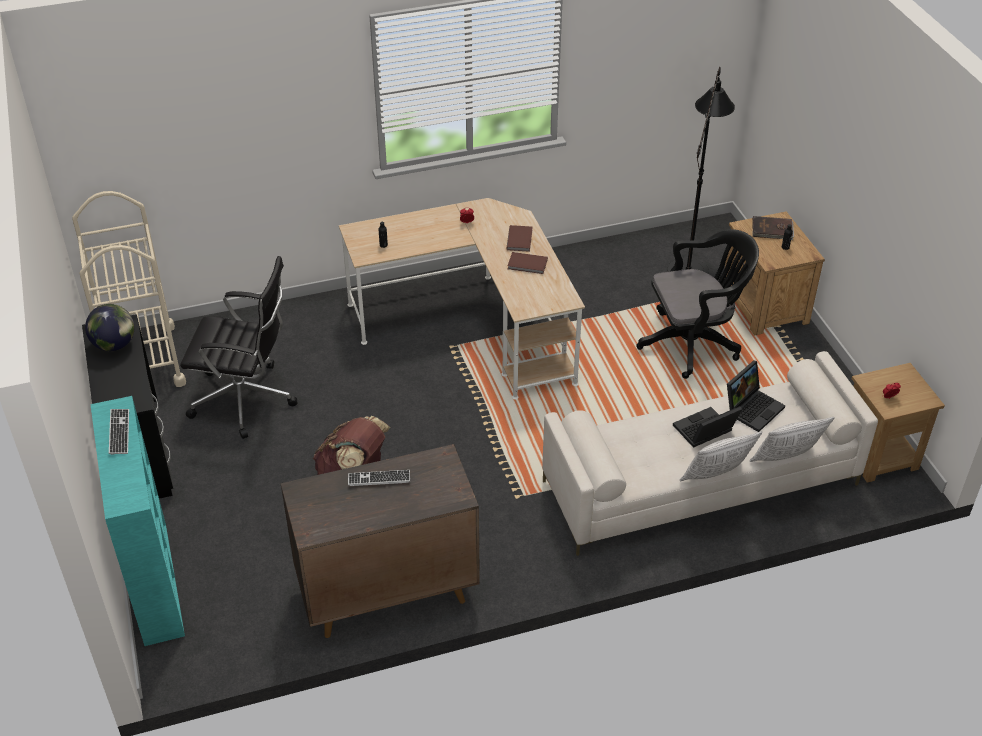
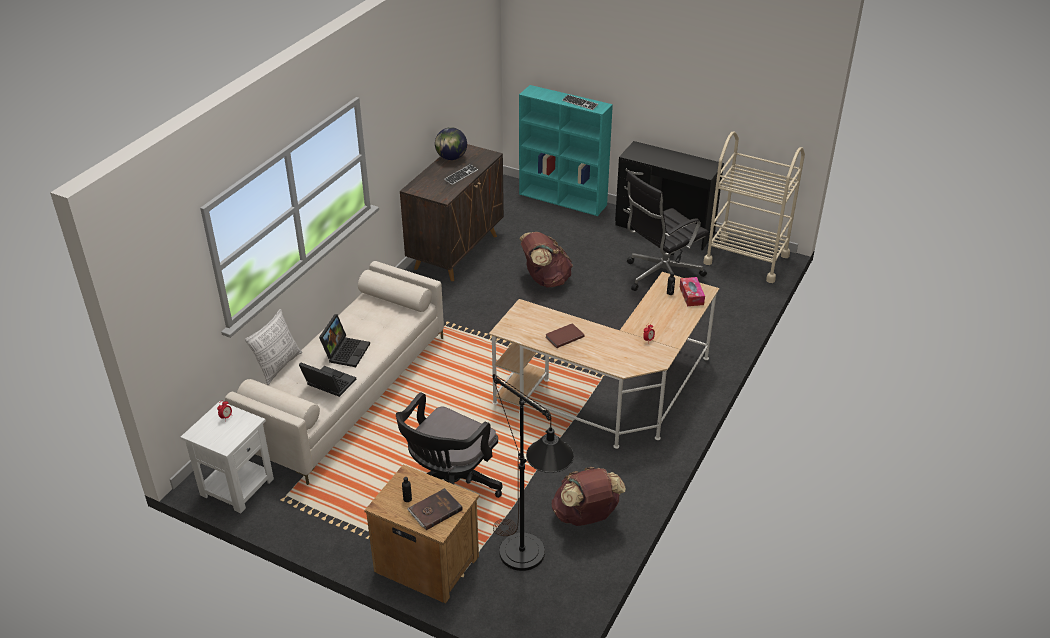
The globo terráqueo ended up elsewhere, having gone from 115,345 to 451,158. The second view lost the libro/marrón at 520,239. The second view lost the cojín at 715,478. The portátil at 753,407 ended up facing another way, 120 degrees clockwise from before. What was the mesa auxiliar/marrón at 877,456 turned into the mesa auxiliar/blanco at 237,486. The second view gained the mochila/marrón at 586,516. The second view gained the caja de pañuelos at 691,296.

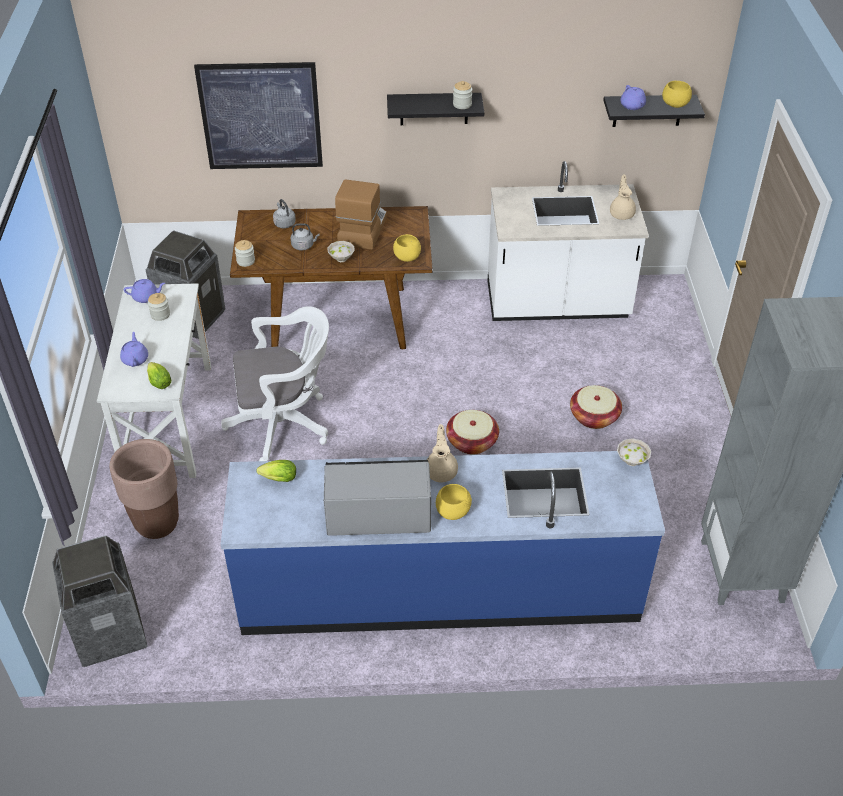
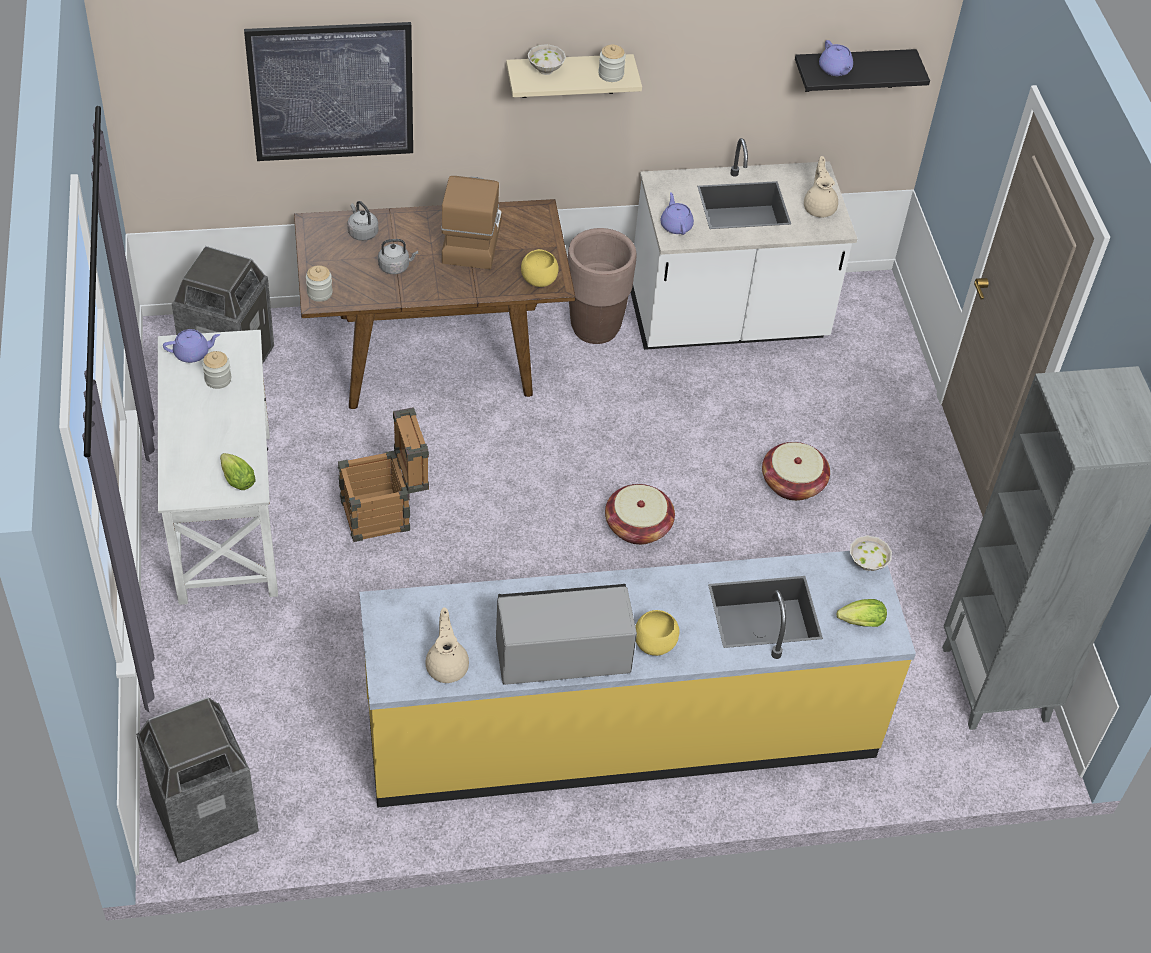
The maceta/marrón ended up elsewhere, having gone from 156,523 to 595,328. The tetera/morado ended up elsewhere, having gone from 135,359 to 676,225. Where the silla de oficina/blanco stood at 285,424, the caja de embalaje came to stand at 385,513. What was the mueble bajo de cocina/azul at 439,589 turned into the mueble bajo de cocina/amarillo at 621,730. The lechuga ended up elsewhere, having gone from 277,479 to 858,622. The cuenco/blanco ended up elsewhere, having gone from 342,259 to 546,70. What was the estante/negro at 434,108 turned into the estante/beis at 568,75. The tetera/beis ended up elsewhere, having gone from 441,471 to 447,665. The second view lost the cuenco/amarillo at 675,105.

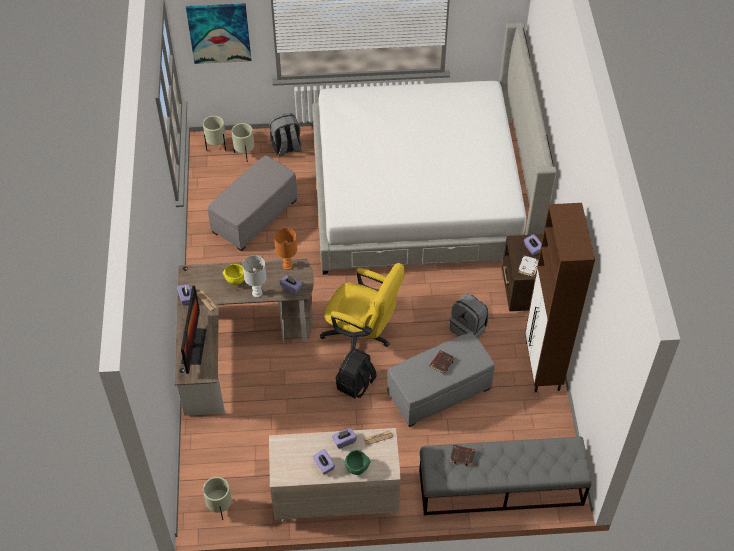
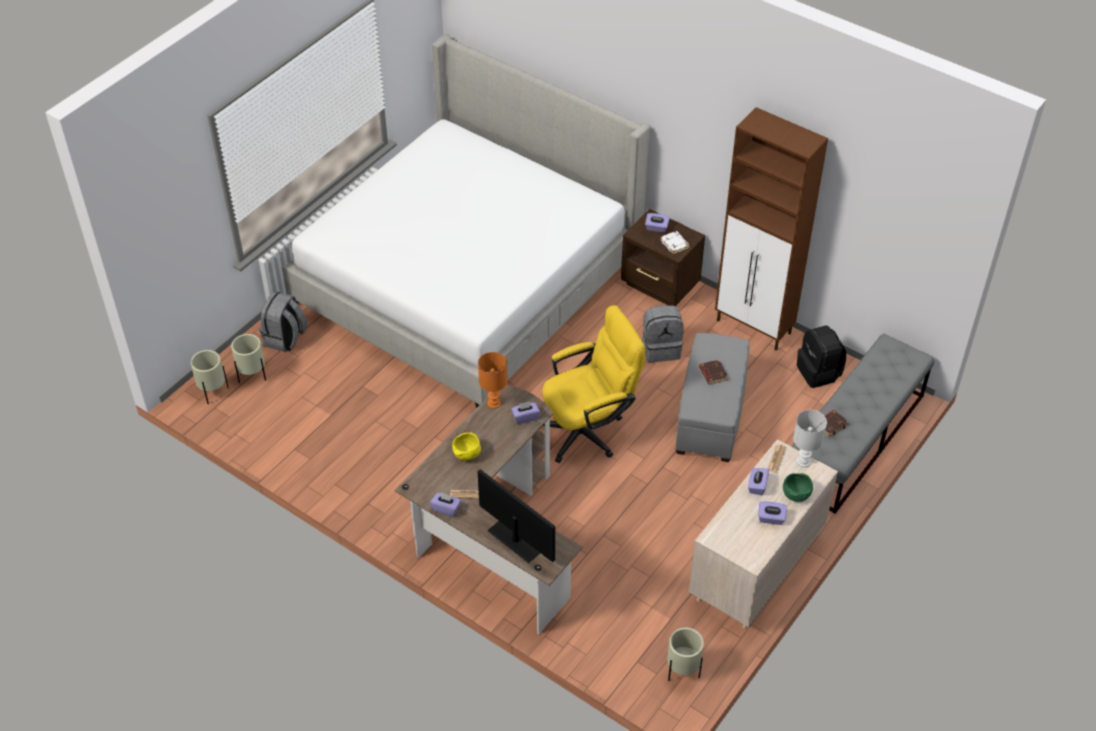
The second view lost the cuadro at 219,33. The second view lost the puf/gris at 254,216. The lámpara de mesa/blanco ended up elsewhere, having gone from 256,293 to 803,462. The mochila/negro ended up elsewhere, having gone from 356,385 to 819,372.

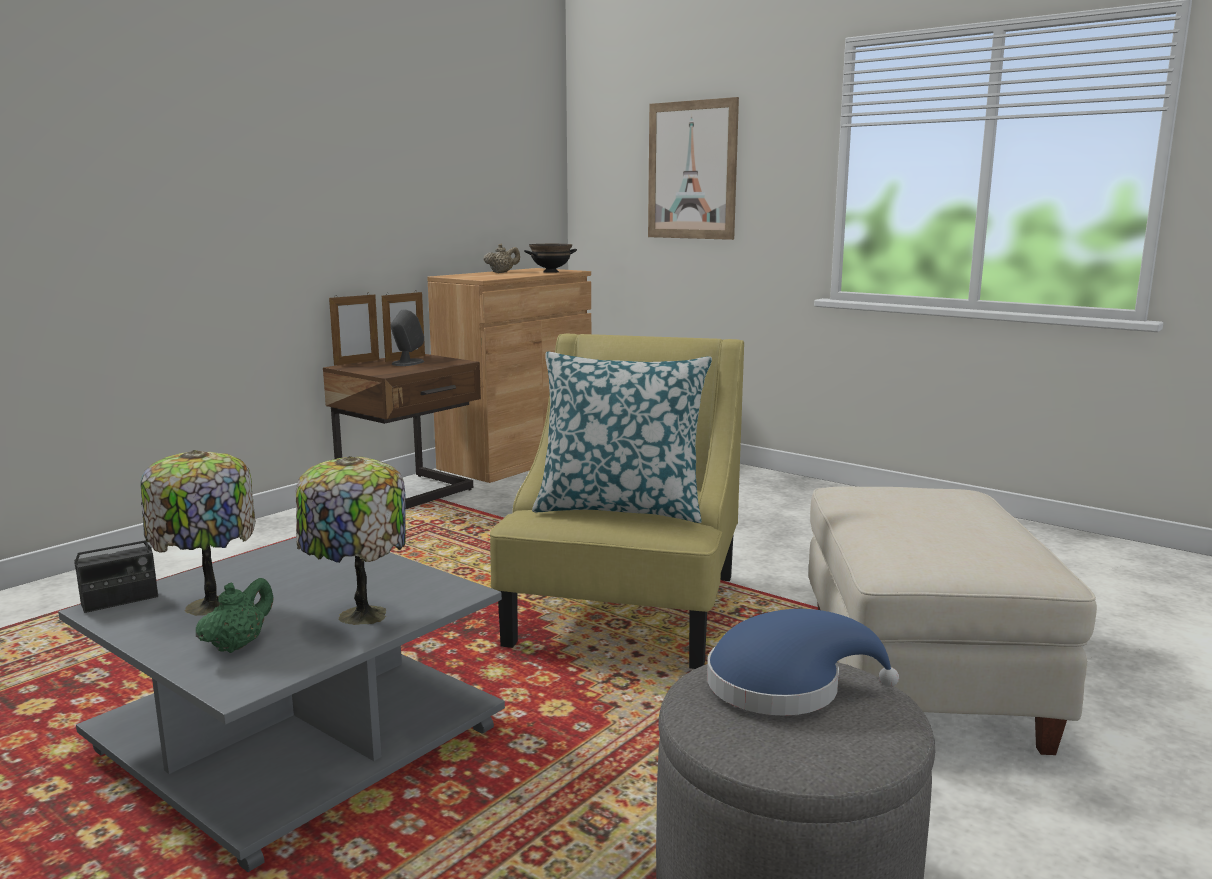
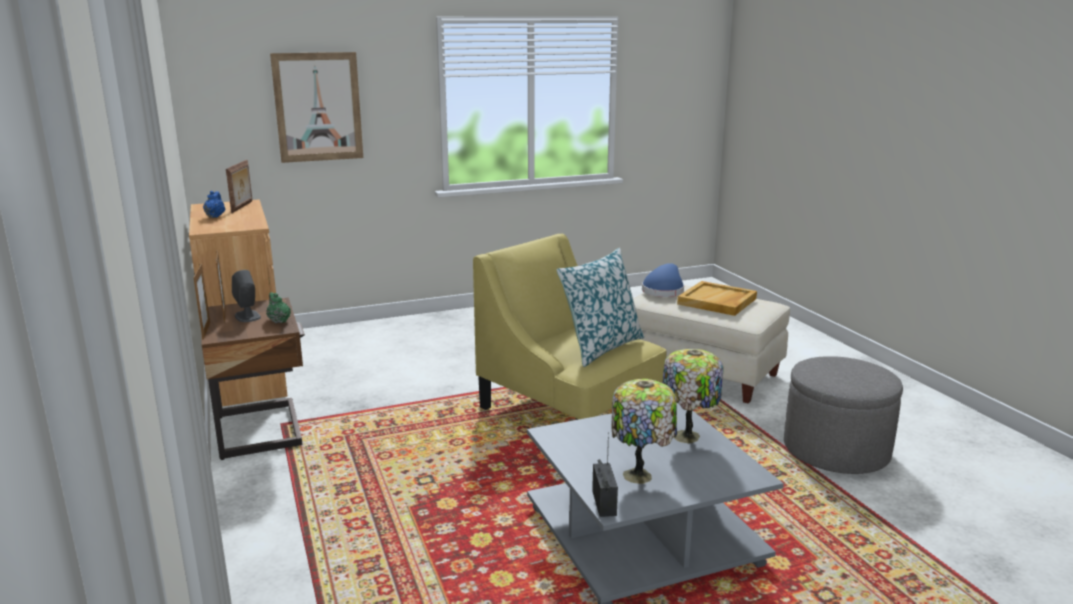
The tetera/verde ended up elsewhere, having gone from 238,645 to 279,321. What was the tetera/beis at 502,272 turned into the tetera/azul at 215,216. Where the cuenco/negro stood at 551,272, the portarretratos came to stand at 243,207. The sombrero/azul ended up elsewhere, having gone from 784,686 to 663,290. The second view gained the bandeja/beis at 717,301.

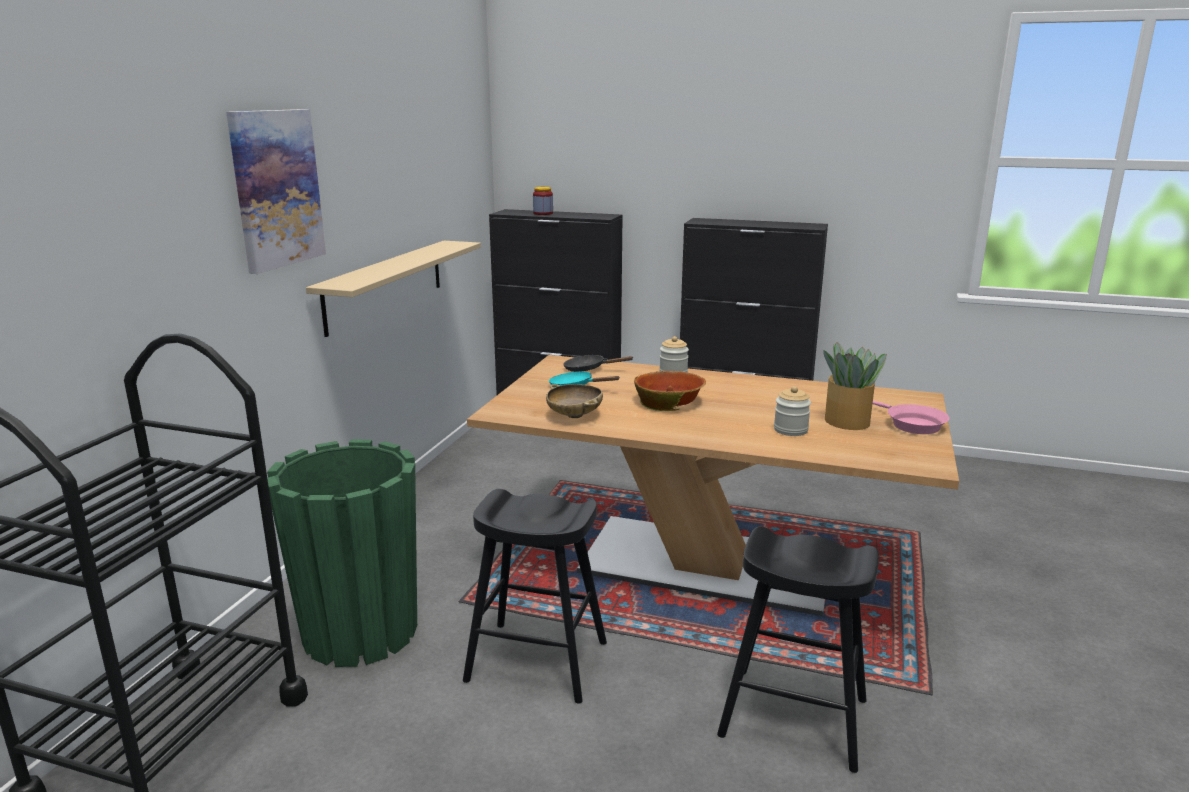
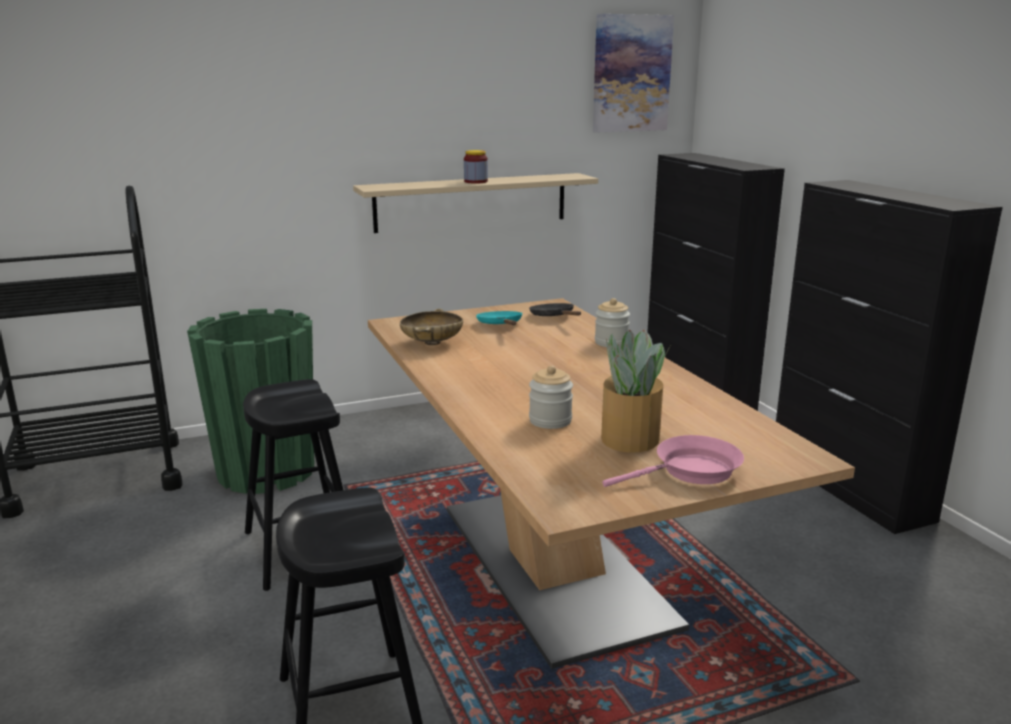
The cuadro ended up elsewhere, having gone from 276,189 to 631,74. The tarro ended up elsewhere, having gone from 543,213 to 475,181. The second view lost the cuenco at 669,401. The sartén/rosa at 911,424 ended up facing another way, 135 degrees counterclockwise from before.

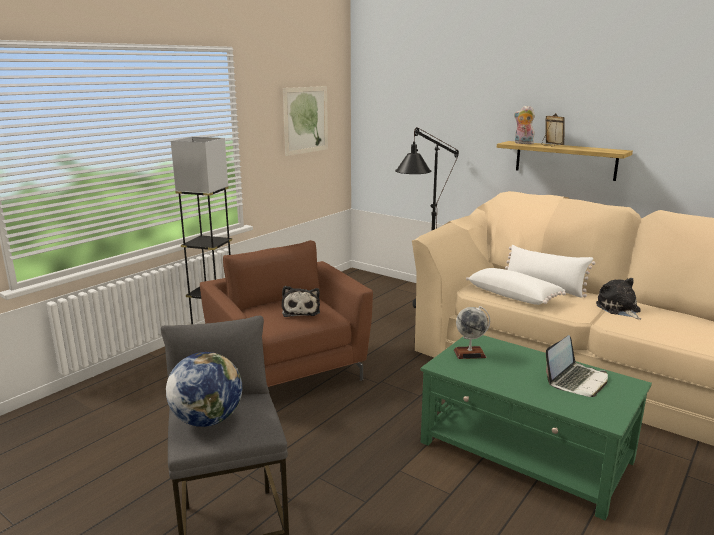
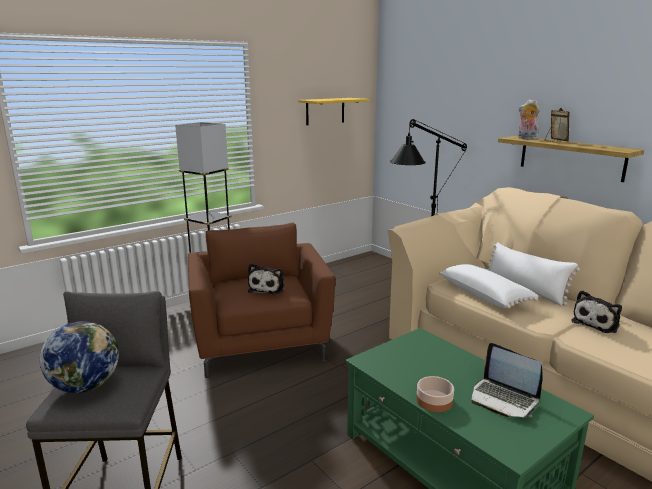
Where the cuadro hung at 306,120, the estante/amarillo came to hang at 325,111. The second view lost the globo terráqueo at 469,353. The portátil at 576,381 ended up facing another way, 75 degrees clockwise from before. The peluche at 619,309 ended up facing another way, 135 degrees counterclockwise from before. The second view gained the cuenco at 434,401.

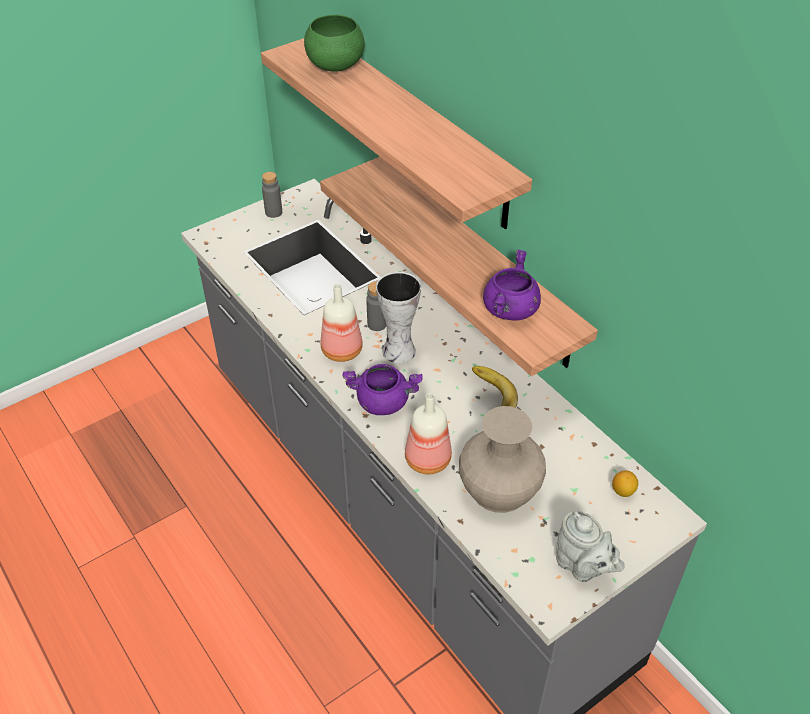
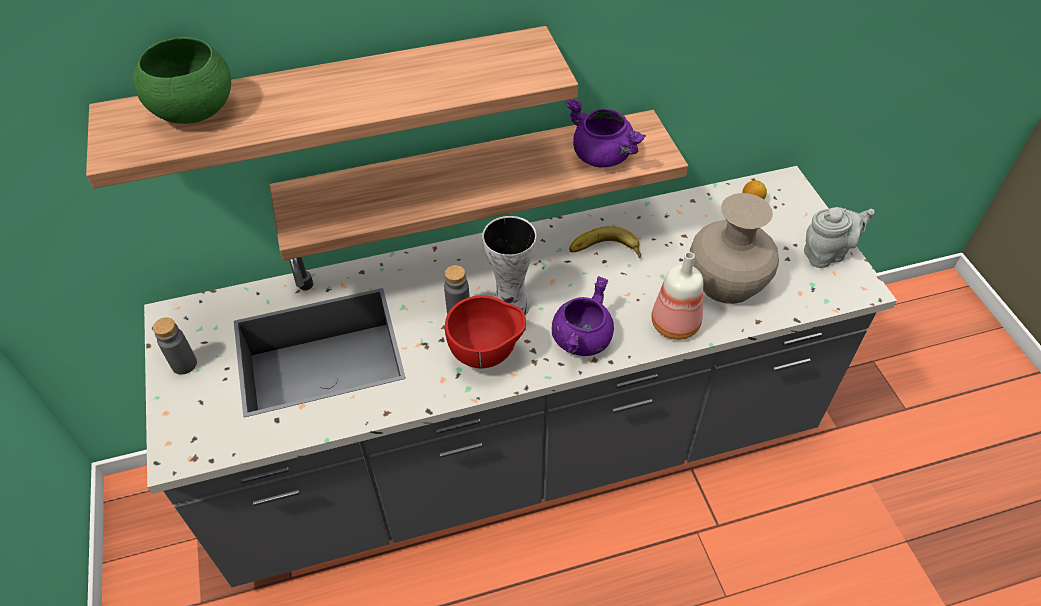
Where the botella stood at 343,351, the cuenco/rojo came to stand at 487,354.

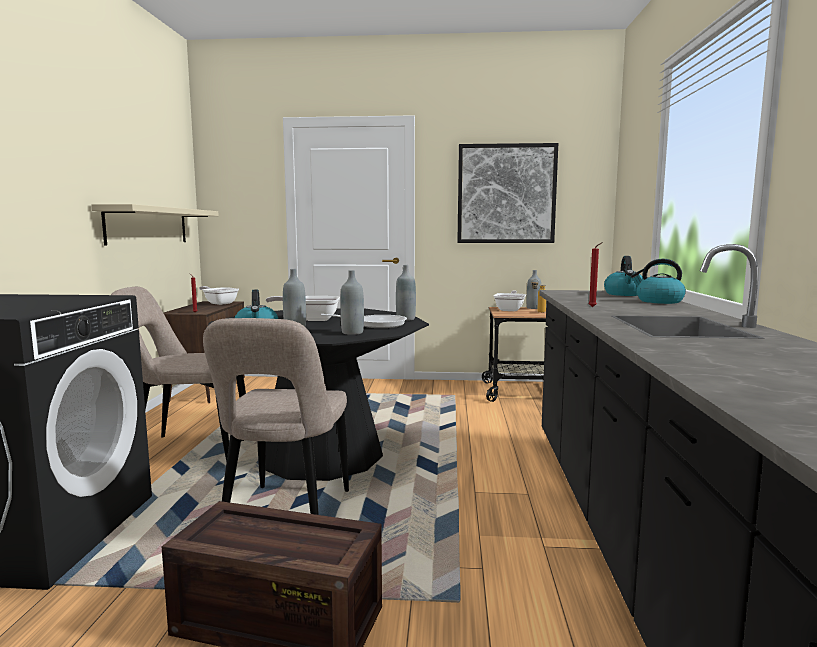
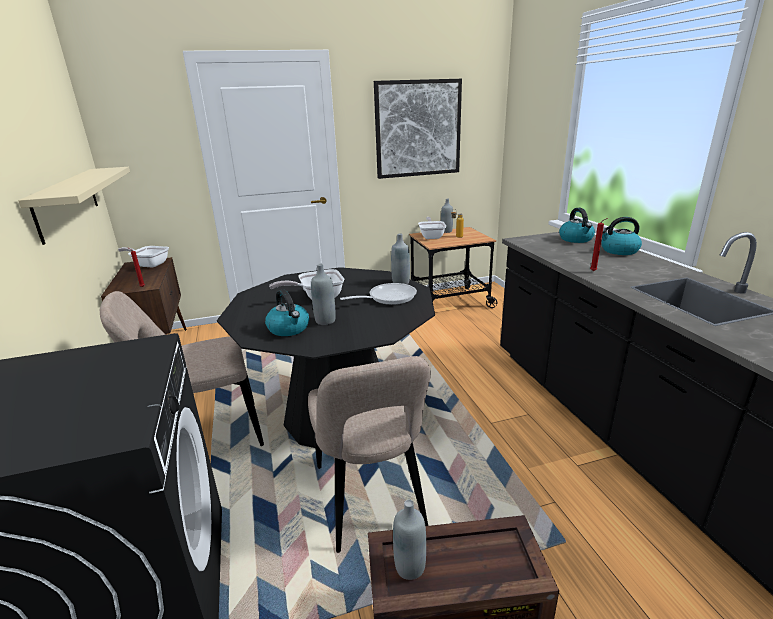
The botella/gris ended up elsewhere, having gone from 352,332 to 410,567.

